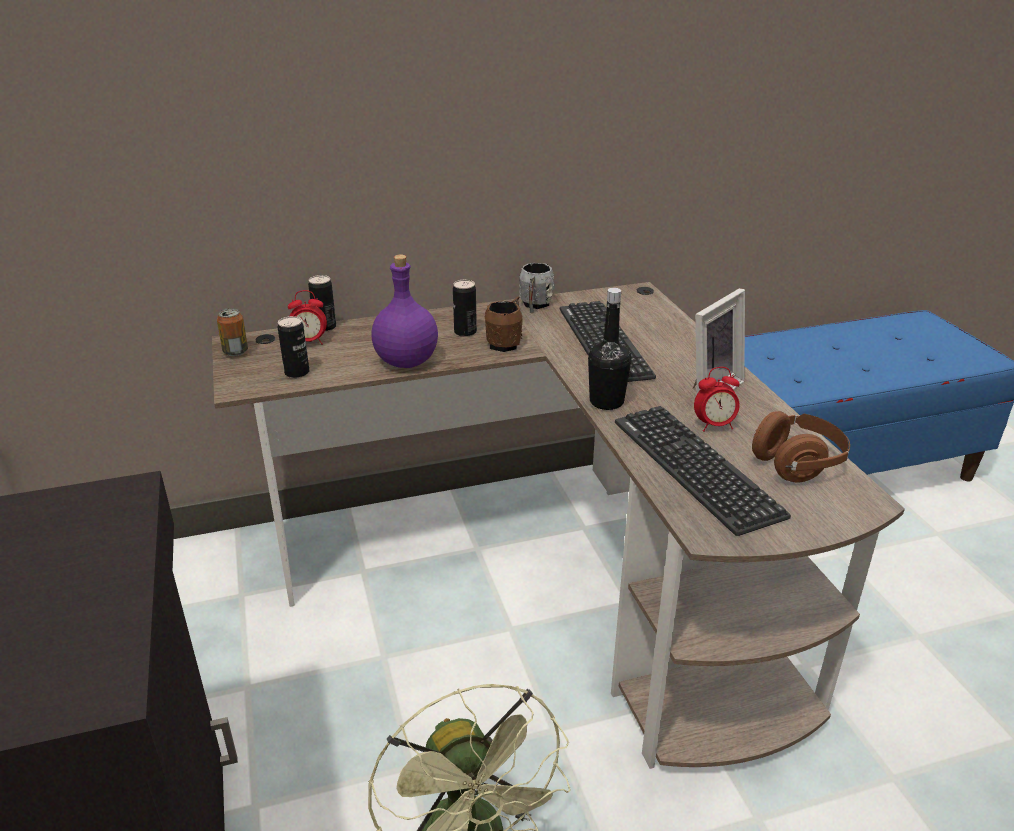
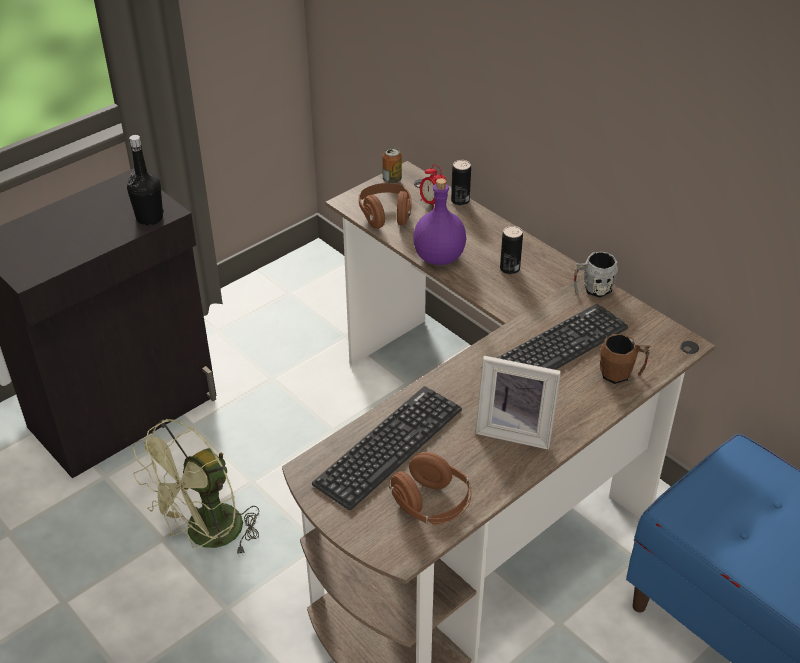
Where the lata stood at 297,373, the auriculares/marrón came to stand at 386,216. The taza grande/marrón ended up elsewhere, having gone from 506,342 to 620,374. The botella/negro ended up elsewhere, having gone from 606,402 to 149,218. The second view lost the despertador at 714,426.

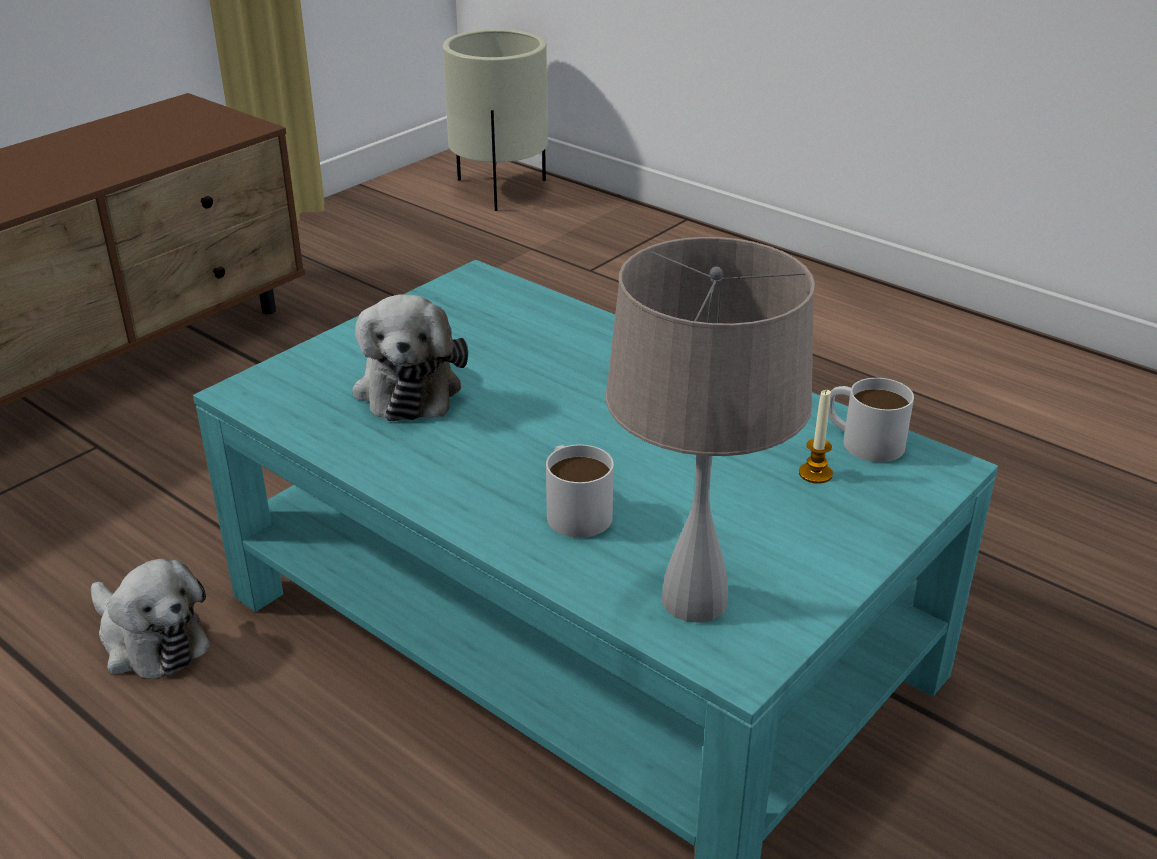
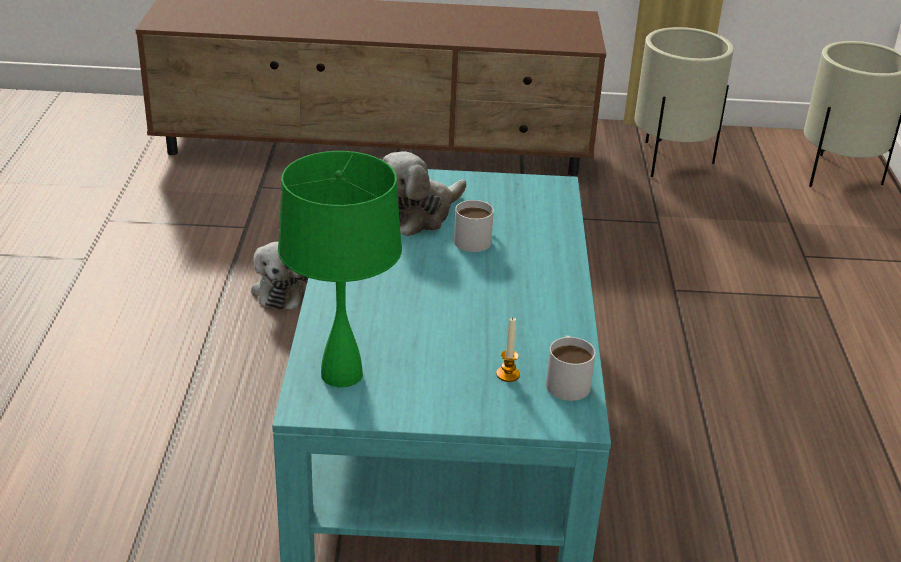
The taza grande/blanco ended up elsewhere, having gone from 574,509 to 476,238. What was the lámpara de mesa/beis at 693,600 turned into the lámpara de mesa/verde at 341,374. The second view gained the maceta/beis at 670,160.

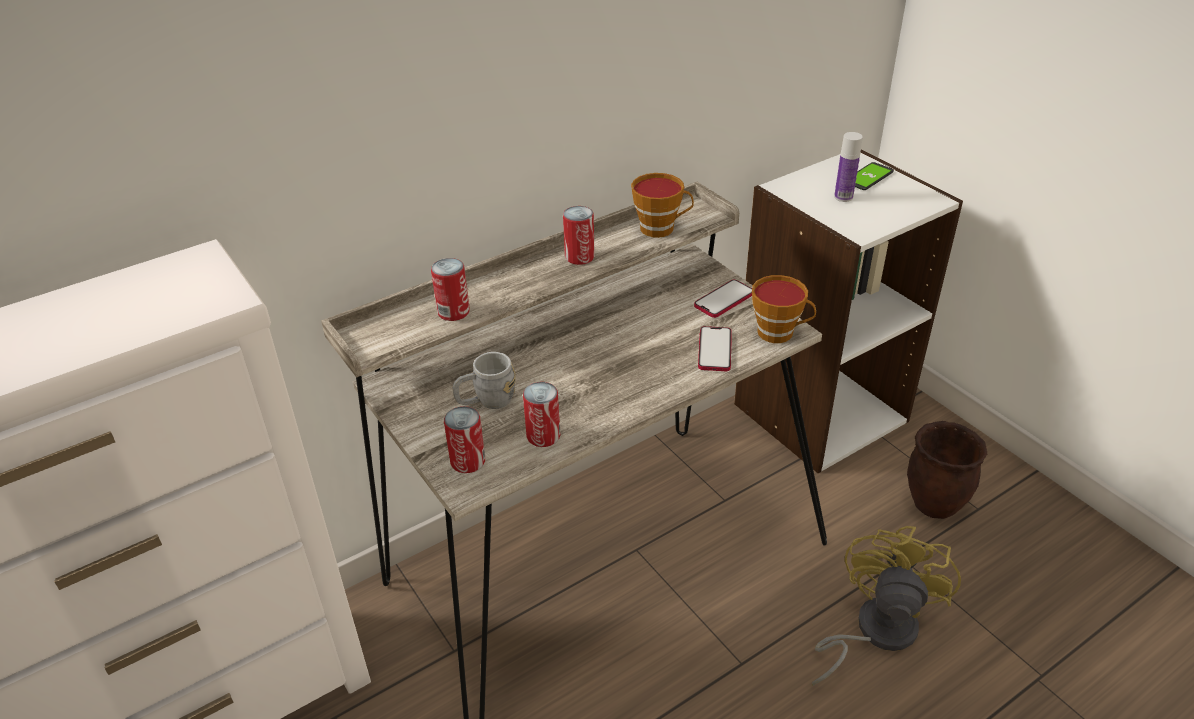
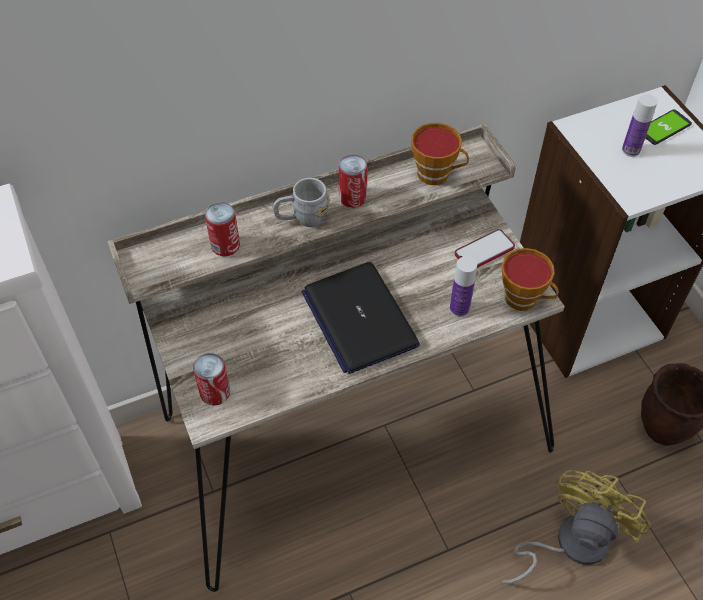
The taza grande/gris ended up elsewhere, having gone from 486,401 to 302,218. The second view lost the lata at 543,436. Where the móvil stood at 714,350, the botella came to stand at 459,308. The second view gained the portátil at 359,318.

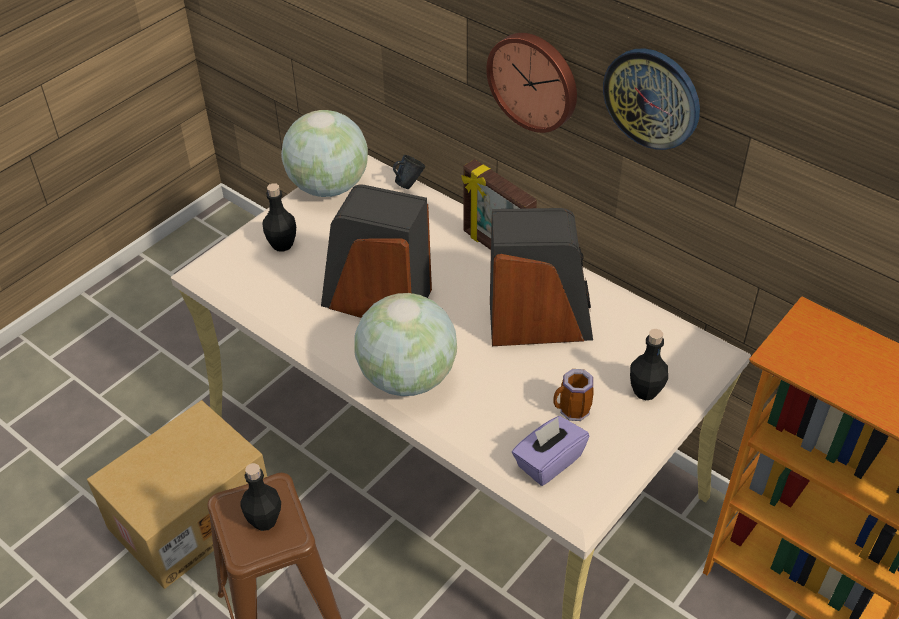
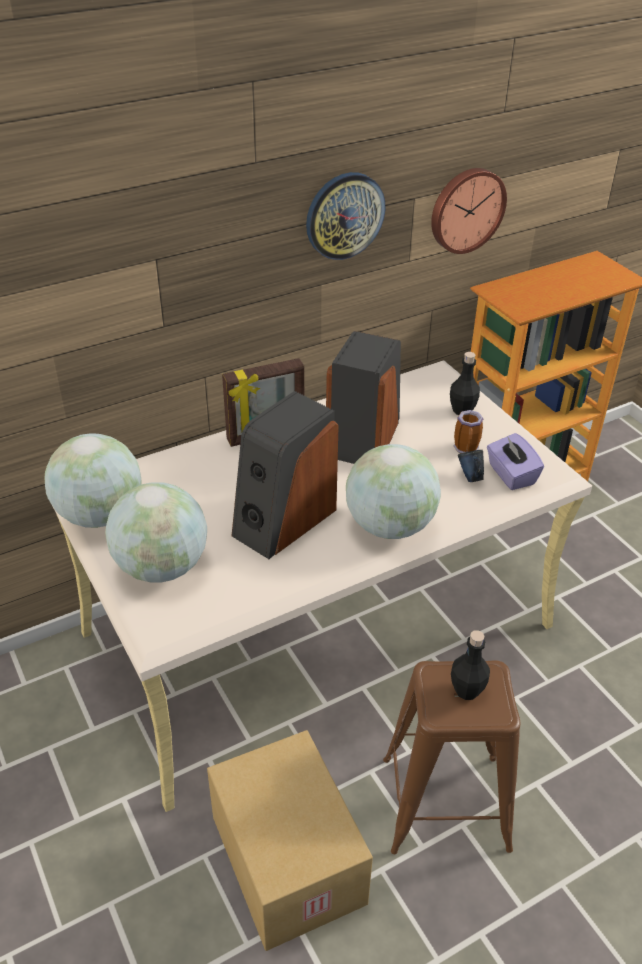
Where the botella/negro stood at 282,244, the globo terráqueo came to stand at 162,567. The taza grande/azul ended up elsewhere, having gone from 409,184 to 470,477. The reloj de pared ended up elsewhere, having gone from 534,80 to 466,209.

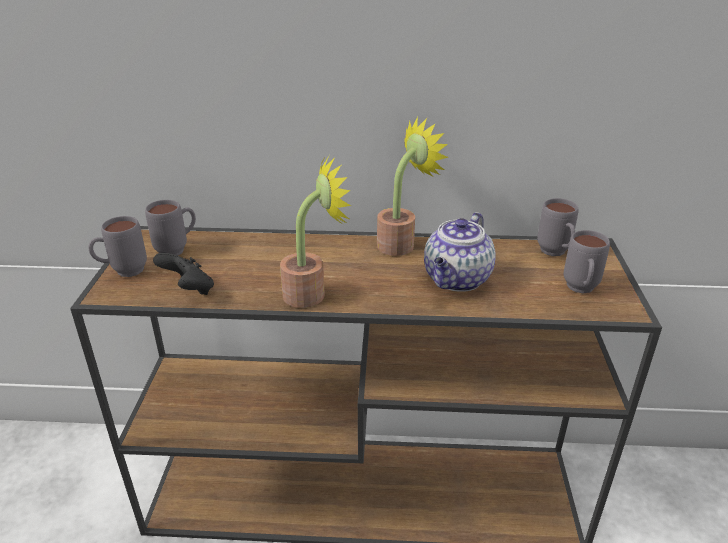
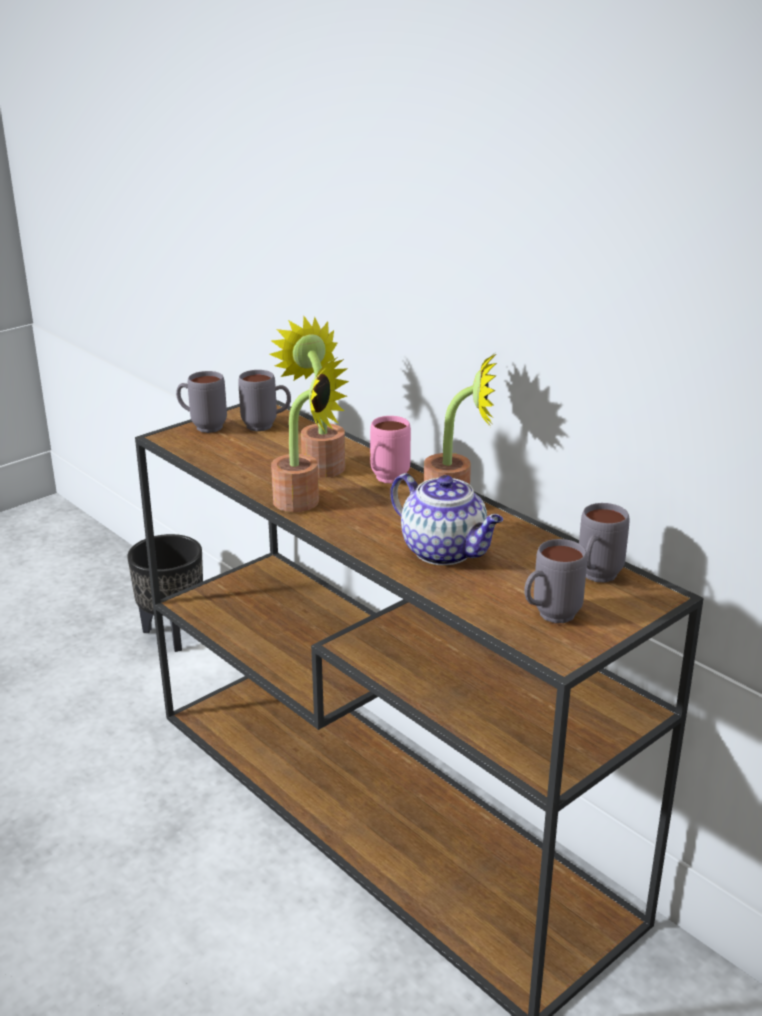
The second view lost the mando de consola/negro at 189,290. The tetera at 457,280 ended up facing another way, 120 degrees counterclockwise from before. The second view gained the maceta/negro at 174,634. The second view gained the planta en maceta at 319,464. The second view gained the taza grande/rosa at 386,481.

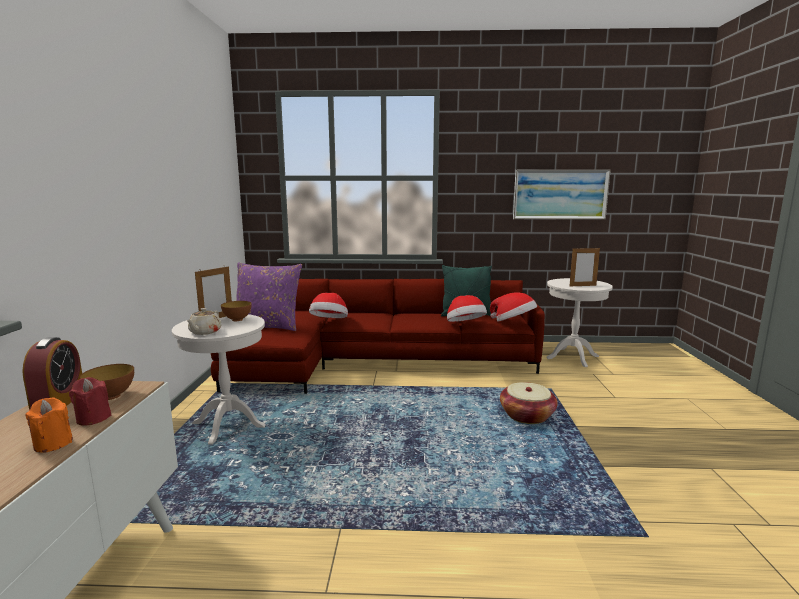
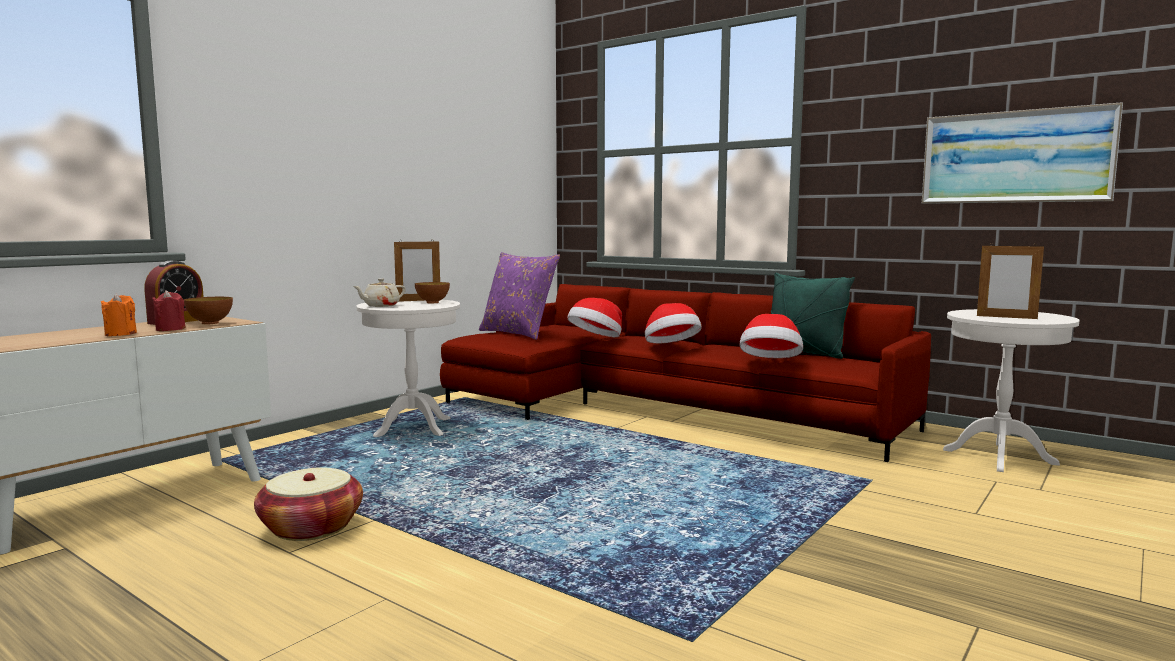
The sombrero ended up elsewhere, having gone from 513,322 to 671,346. The cesta ended up elsewhere, having gone from 527,416 to 311,528.

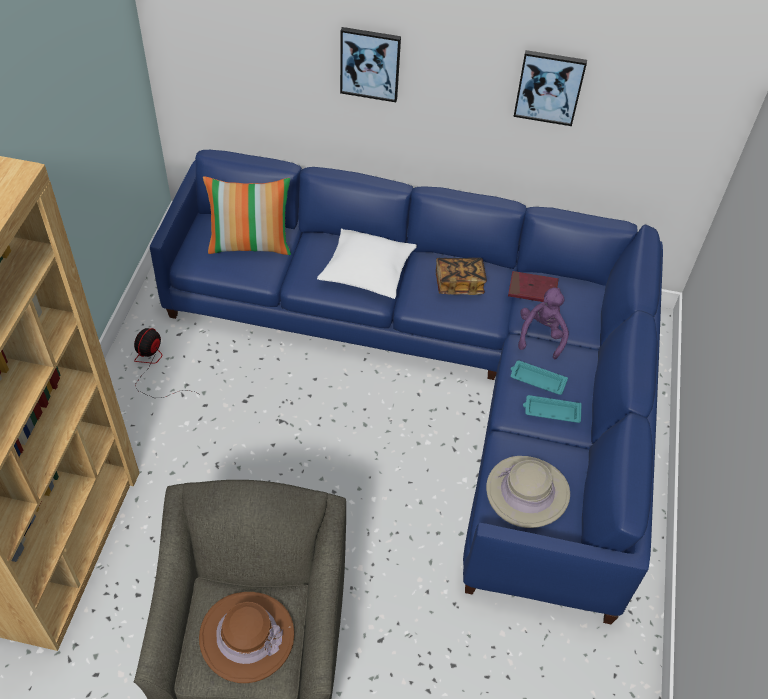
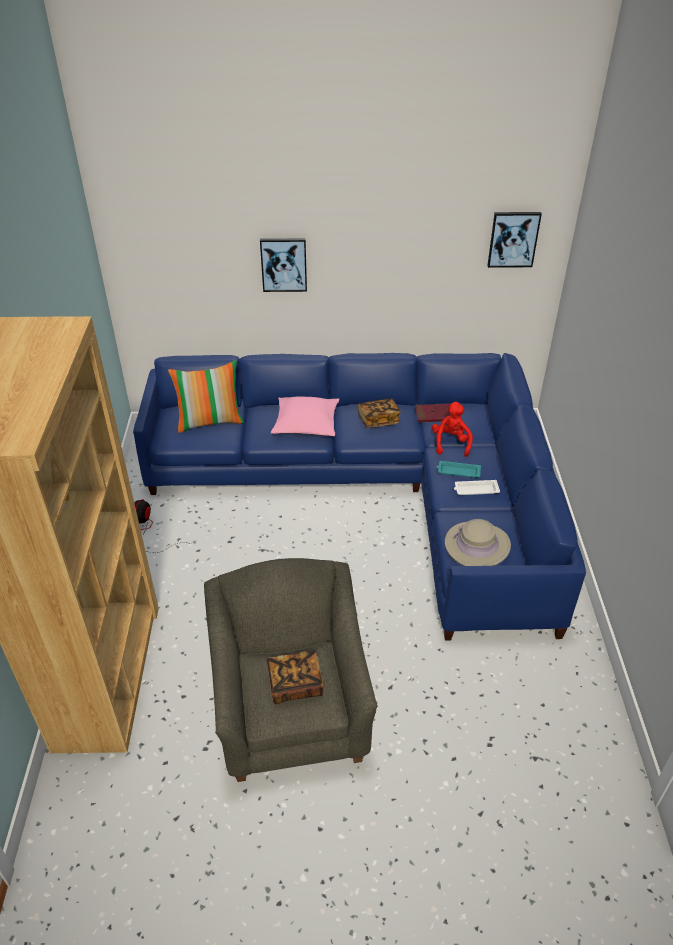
Where the sombrero/marrón stood at 247,636, the libro came to stand at 295,685. What was the cojín/blanco at 367,270 turned into the cojín/rosa at 306,423. The cuadro ended up elsewhere, having gone from 549,87 to 513,239. What was the peluche/morado at 541,335 turned into the peluche/rojo at 450,443. What was the bandeja/turquesa at 551,411 turned into the bandeja/blanco at 475,490.

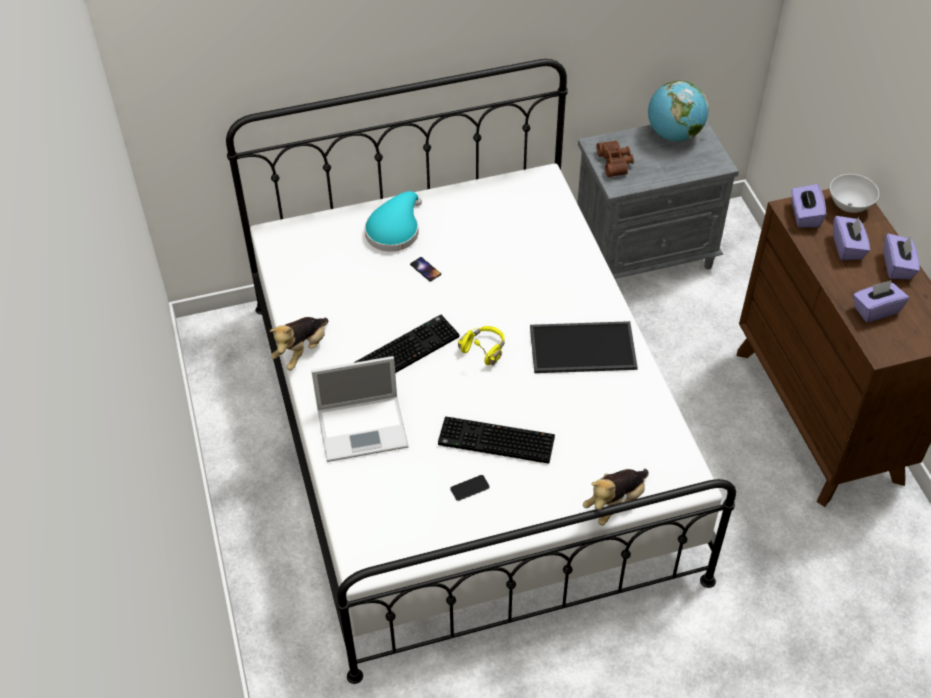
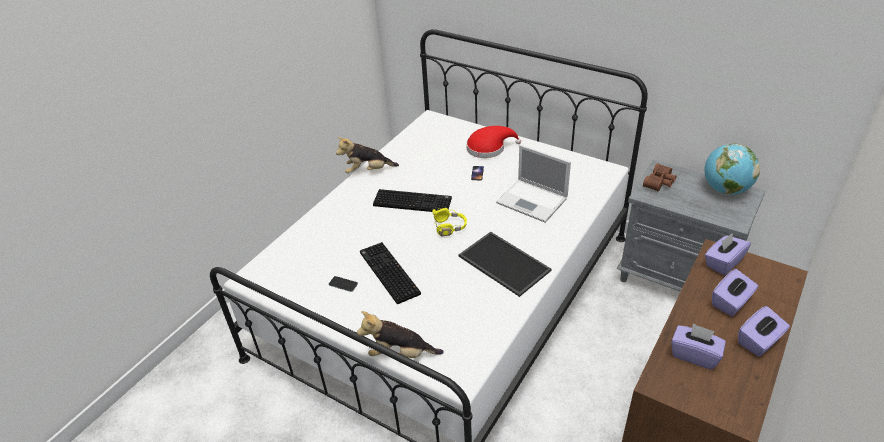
The portátil ended up elsewhere, having gone from 364,428 to 533,201. What was the sombrero/turquesa at 394,230 turned into the sombrero/rojo at 489,148. The second view lost the cuenco/blanco at 850,206.

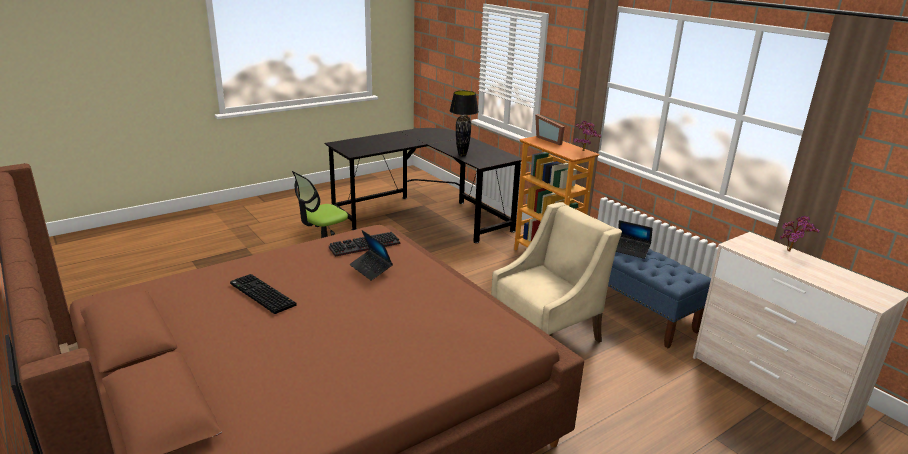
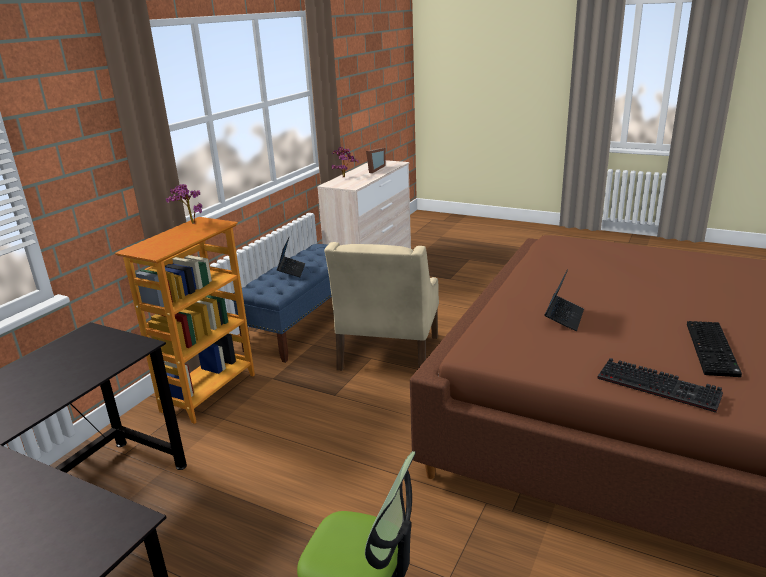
The teclado ended up elsewhere, having gone from 364,246 to 660,386. The second view lost the lámpara de mesa/negro at 462,155. The sillón/beis at 547,332 ended up facing another way, 105 degrees counterclockwise from before. The portarretratos ended up elsewhere, having gone from 550,139 to 373,169.

